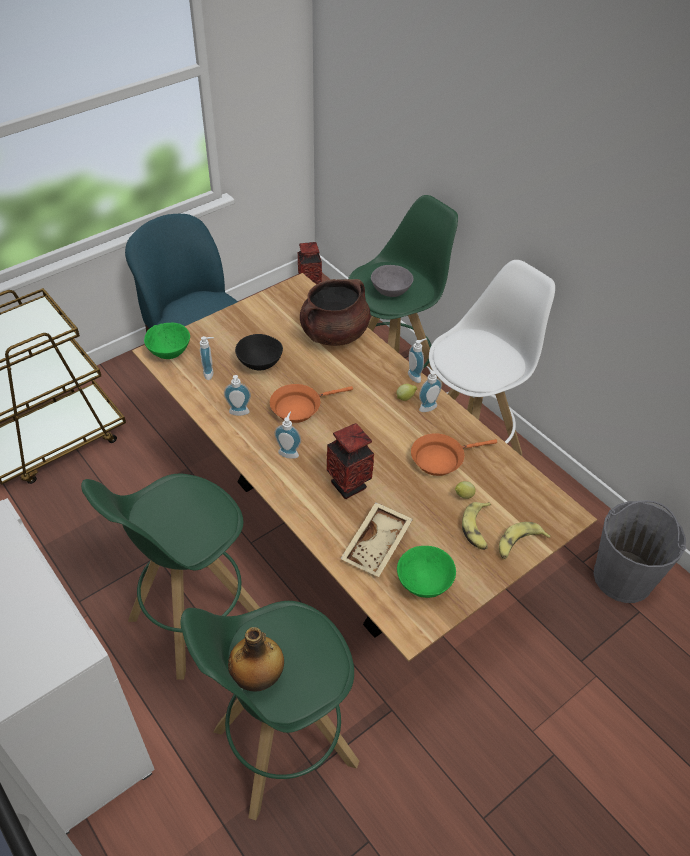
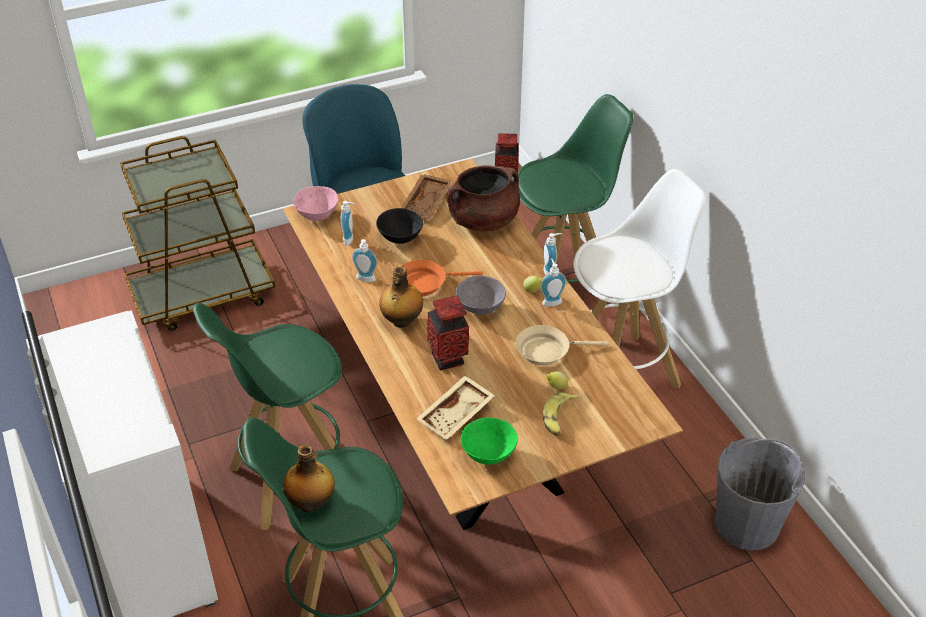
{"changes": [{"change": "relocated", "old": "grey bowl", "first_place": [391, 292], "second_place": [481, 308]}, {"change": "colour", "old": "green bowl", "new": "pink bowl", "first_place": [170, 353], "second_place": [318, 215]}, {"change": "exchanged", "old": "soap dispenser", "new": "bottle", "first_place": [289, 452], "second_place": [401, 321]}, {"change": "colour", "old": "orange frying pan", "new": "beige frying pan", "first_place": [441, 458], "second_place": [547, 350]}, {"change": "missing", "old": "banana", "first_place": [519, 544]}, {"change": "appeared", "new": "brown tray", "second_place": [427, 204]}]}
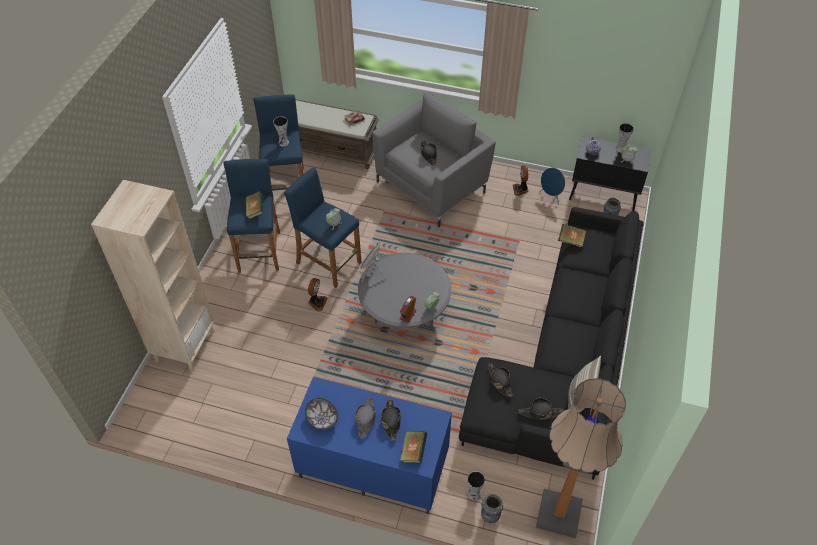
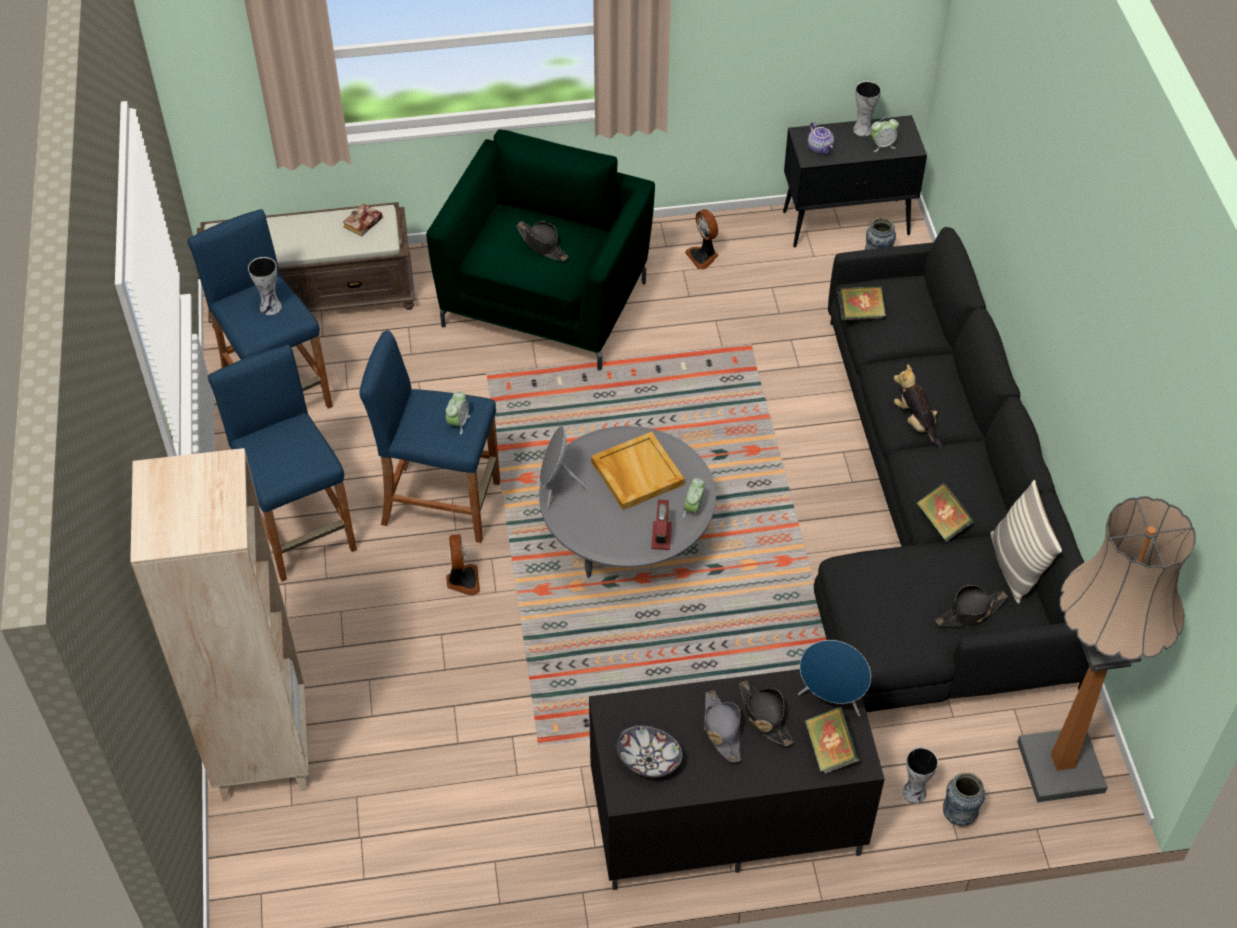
{"changes": [{"change": "colour", "old": "grey armchair", "new": "green armchair", "first_place": [432, 186], "second_place": [547, 301]}, {"change": "relocated", "old": "blue speaker", "first_place": [550, 197], "second_place": [831, 699]}, {"change": "relocated", "old": "book", "first_place": [255, 210], "second_place": [942, 522]}, {"change": "missing", "old": "black hat", "first_place": [499, 381]}, {"change": "colour", "old": "blue tv stand", "new": "black tv stand", "first_place": [371, 467], "second_place": [724, 820]}, {"change": "appeared", "new": "plush toy", "second_place": [916, 422]}, {"change": "appeared", "new": "beige tray", "second_place": [636, 473]}]}
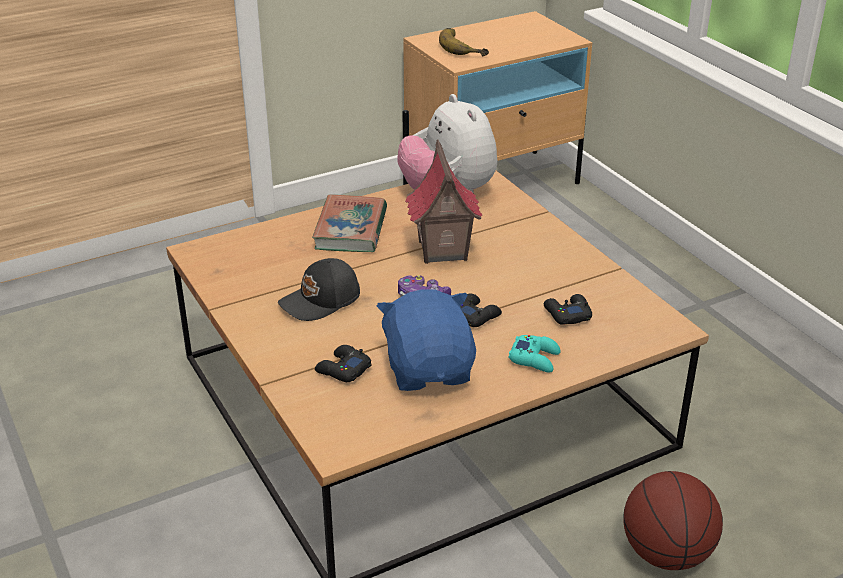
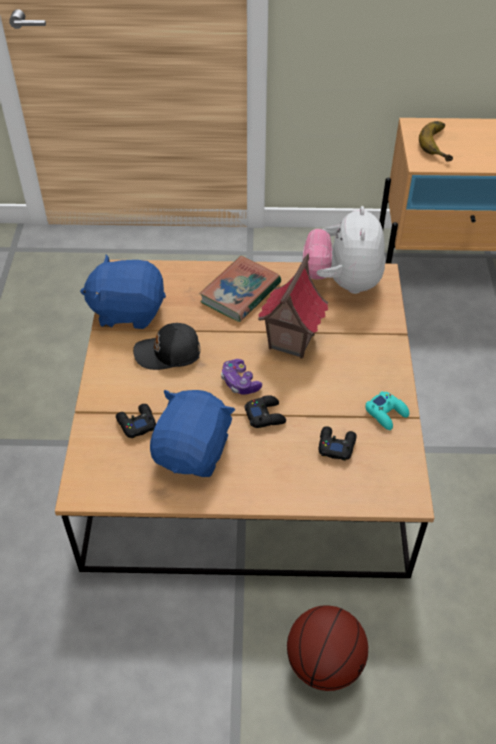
{"changes": [{"change": "relocated", "old": "turquoise game controller", "first_place": [535, 358], "second_place": [386, 413]}, {"change": "appeared", "new": "blue plush toy", "second_place": [128, 311]}]}
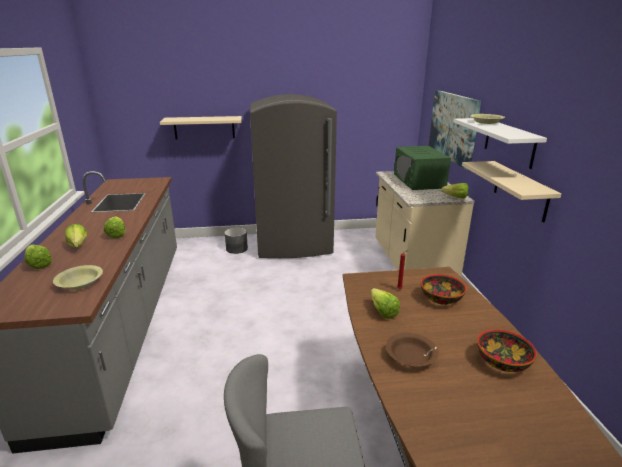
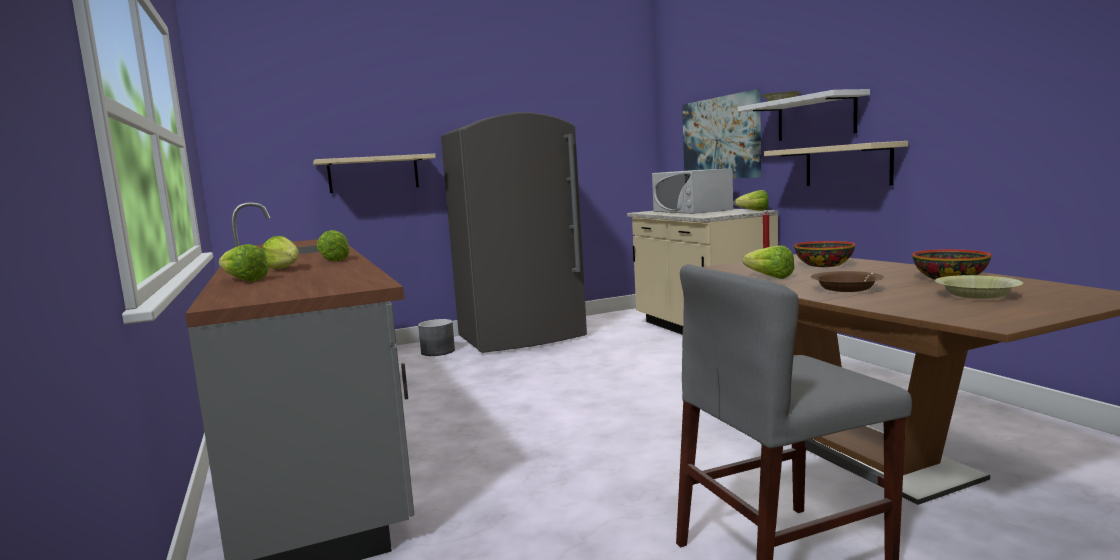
{"changes": [{"change": "colour", "old": "green microwave", "new": "white microwave", "first_place": [419, 181], "second_place": [692, 210]}, {"change": "relocated", "old": "yellow bowl", "first_place": [80, 283], "second_place": [977, 295]}]}
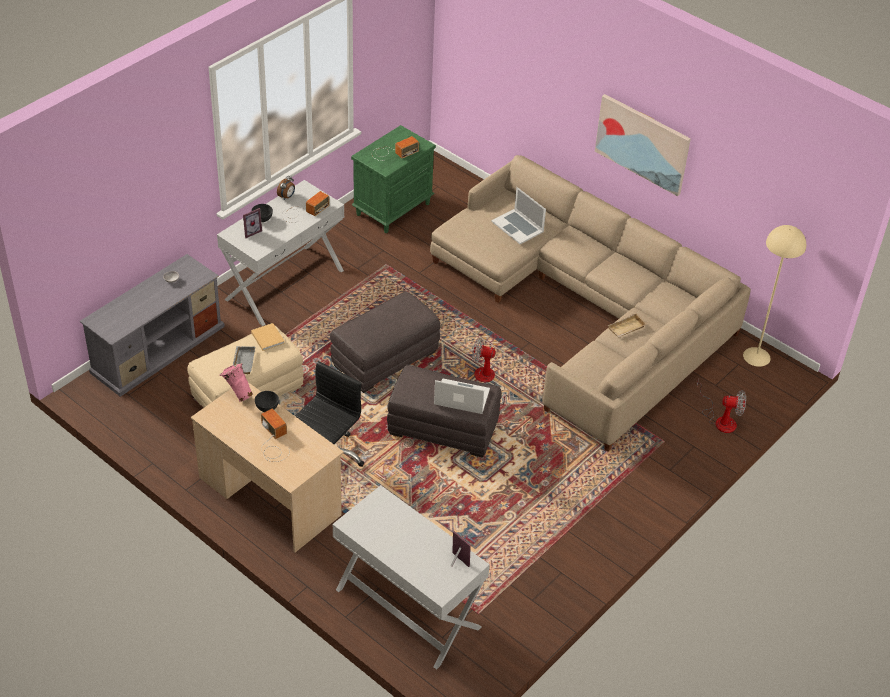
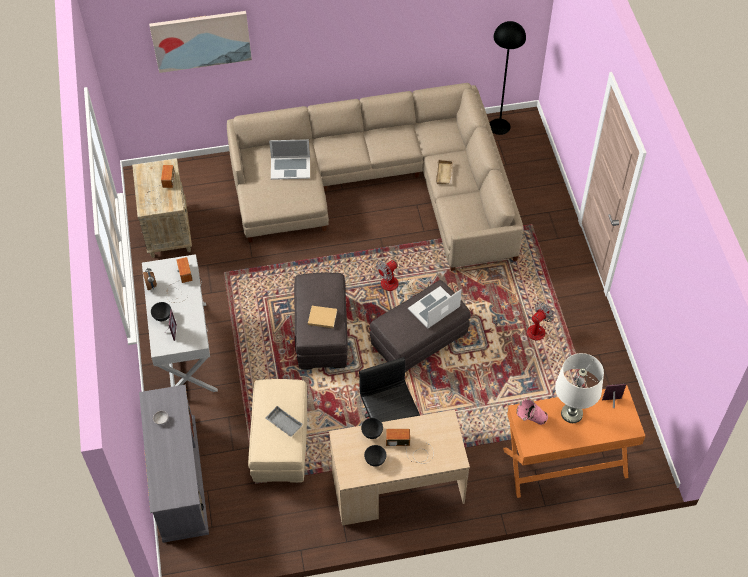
{"changes": [{"change": "relocated", "old": "picture", "first_place": [643, 143], "second_place": [201, 40]}, {"change": "colour", "old": "green nightstand", "new": "beige nightstand", "first_place": [393, 208], "second_place": [167, 230]}, {"change": "colour", "old": "beige floor lamp", "new": "black floor lamp", "first_place": [757, 356], "second_place": [499, 126]}, {"change": "relocated", "old": "beige book", "first_place": [267, 337], "second_place": [321, 317]}, {"change": "relocated", "old": "pink vase", "first_place": [237, 394], "second_place": [530, 422]}, {"change": "relocated", "old": "fan", "first_place": [720, 419], "second_place": [528, 332]}, {"change": "colour", "old": "white console table", "new": "orange console table", "first_place": [407, 608], "second_place": [565, 463]}, {"change": "appeared", "new": "white table lamp", "second_place": [571, 413]}, {"change": "appeared", "new": "grey bowl", "second_place": [375, 460]}]}
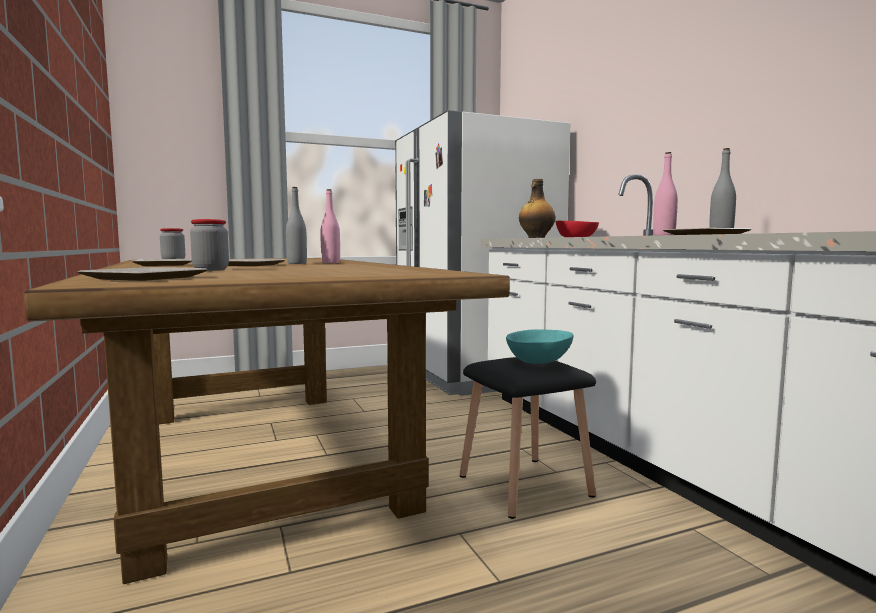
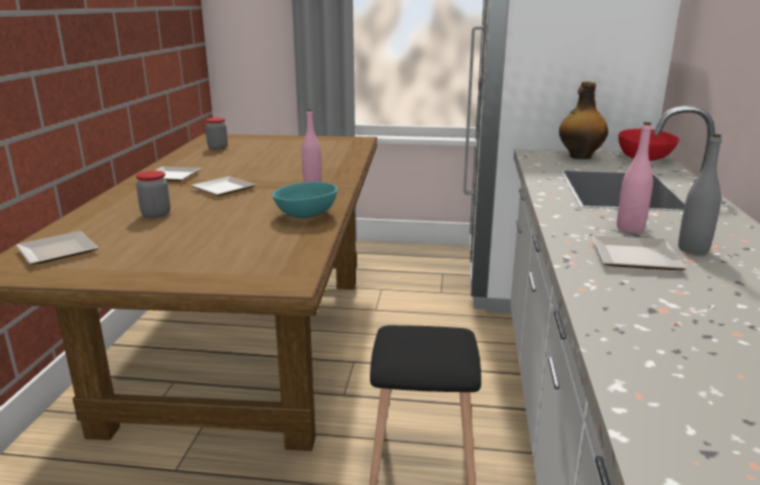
{"changes": [{"change": "missing", "old": "grey bottle", "first_place": [297, 263]}, {"change": "relocated", "old": "turquoise bowl", "first_place": [539, 361], "second_place": [307, 215]}]}
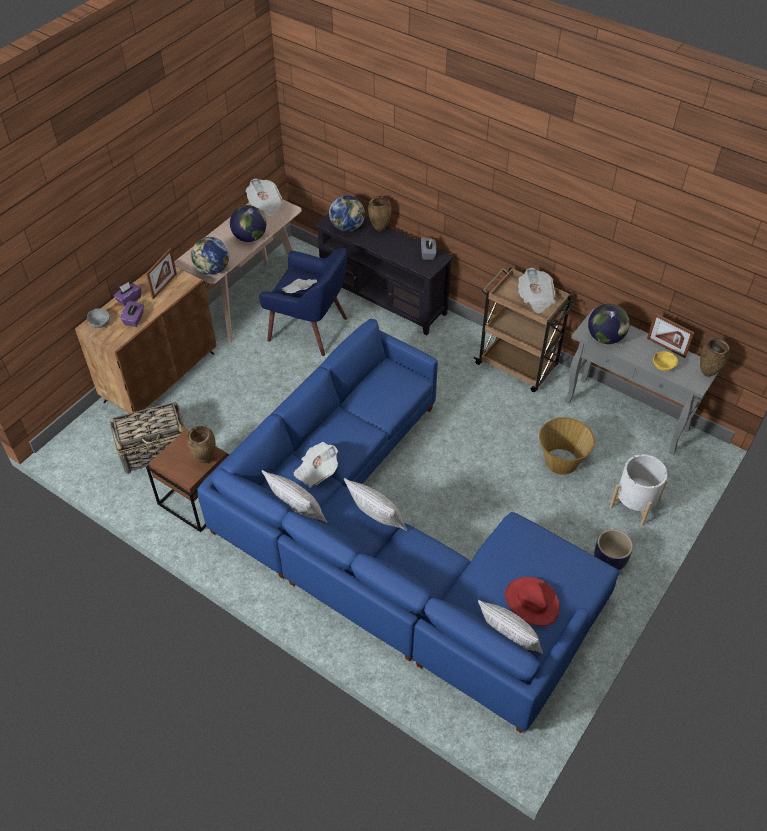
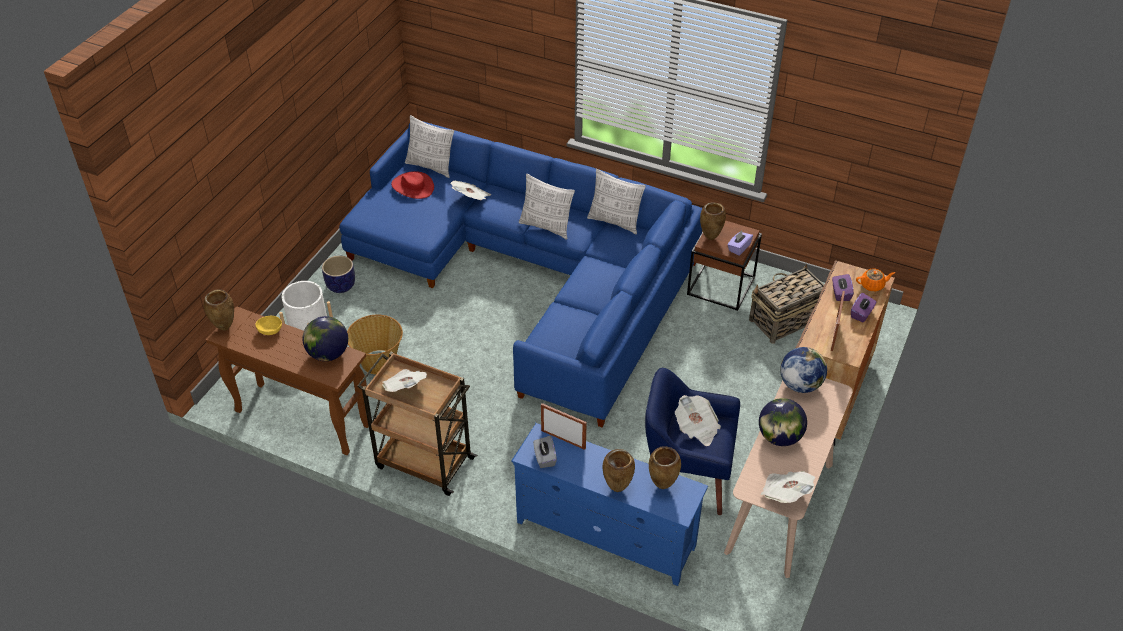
{"changes": [{"change": "exchanged", "old": "globe", "new": "brown vase", "first_place": [347, 227], "second_place": [662, 486]}, {"change": "colour", "old": "black tv stand", "new": "blue tv stand", "first_place": [383, 298], "second_place": [605, 535]}, {"change": "exchanged", "old": "grey bowl", "new": "orange teapot", "first_place": [100, 323], "second_place": [872, 285]}, {"change": "colour", "old": "grey console table", "new": "brown console table", "first_place": [627, 416], "second_place": [301, 418]}, {"change": "relocated", "old": "picture frame", "first_place": [666, 347], "second_place": [563, 439]}, {"change": "relocated", "old": "newspaper", "first_place": [316, 472], "second_place": [471, 198]}, {"change": "appeared", "new": "purple tissue box", "second_place": [738, 248]}]}
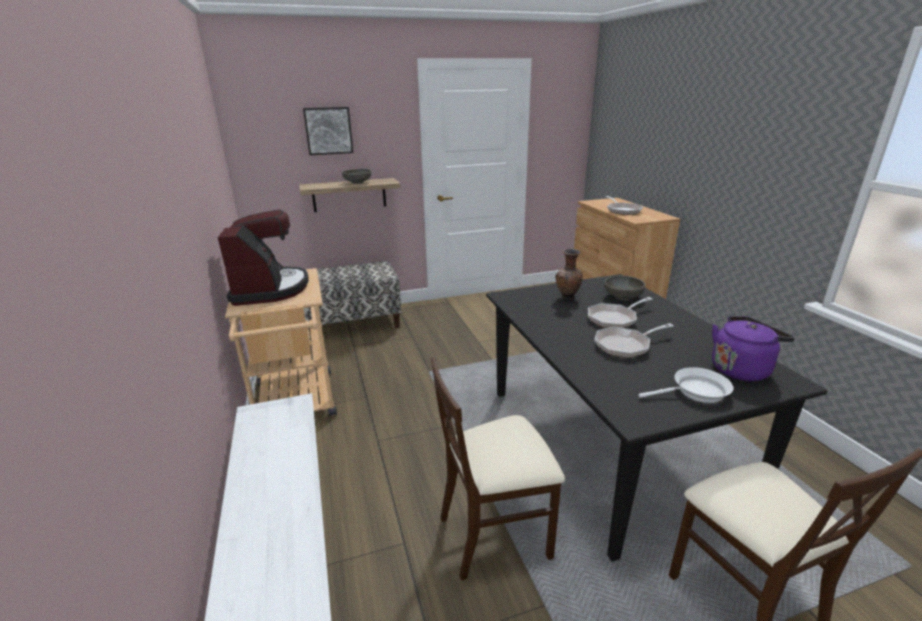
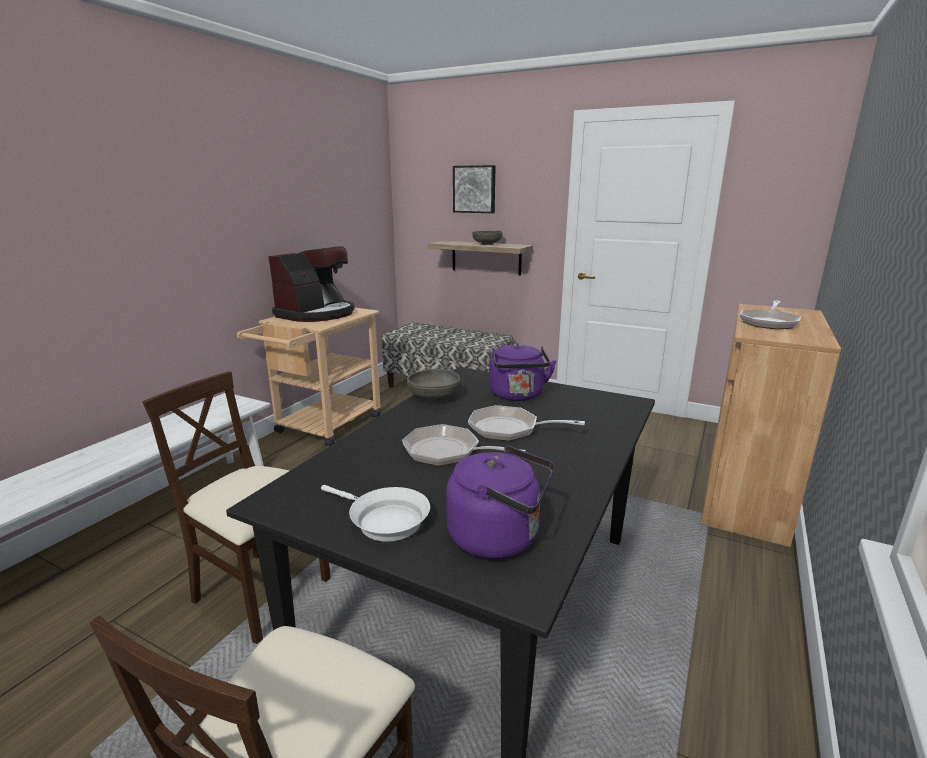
{"changes": [{"change": "exchanged", "old": "brown vase", "new": "purple kettle", "first_place": [567, 298], "second_place": [517, 396]}, {"change": "relocated", "old": "grey bowl", "first_place": [622, 297], "second_place": [434, 397]}]}
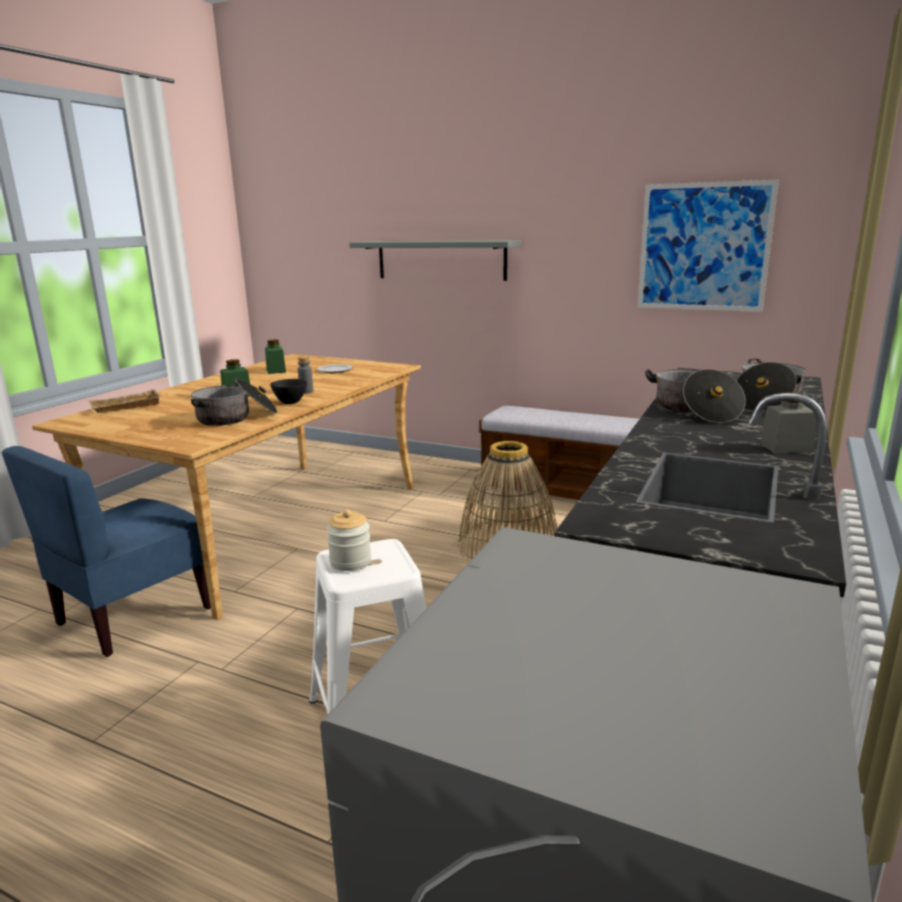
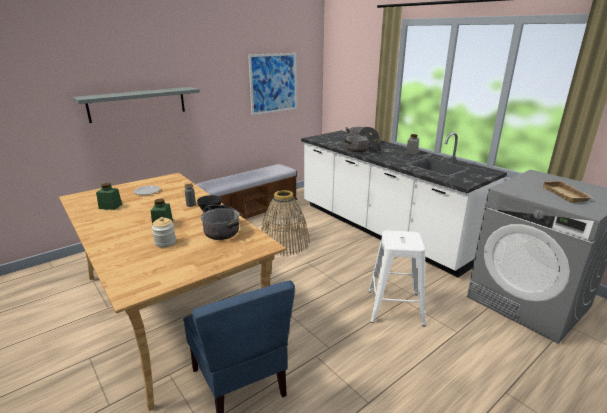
{"changes": [{"change": "relocated", "old": "beige tray", "first_place": [125, 407], "second_place": [566, 194]}, {"change": "relocated", "old": "jar", "first_place": [350, 561], "second_place": [165, 242]}]}
